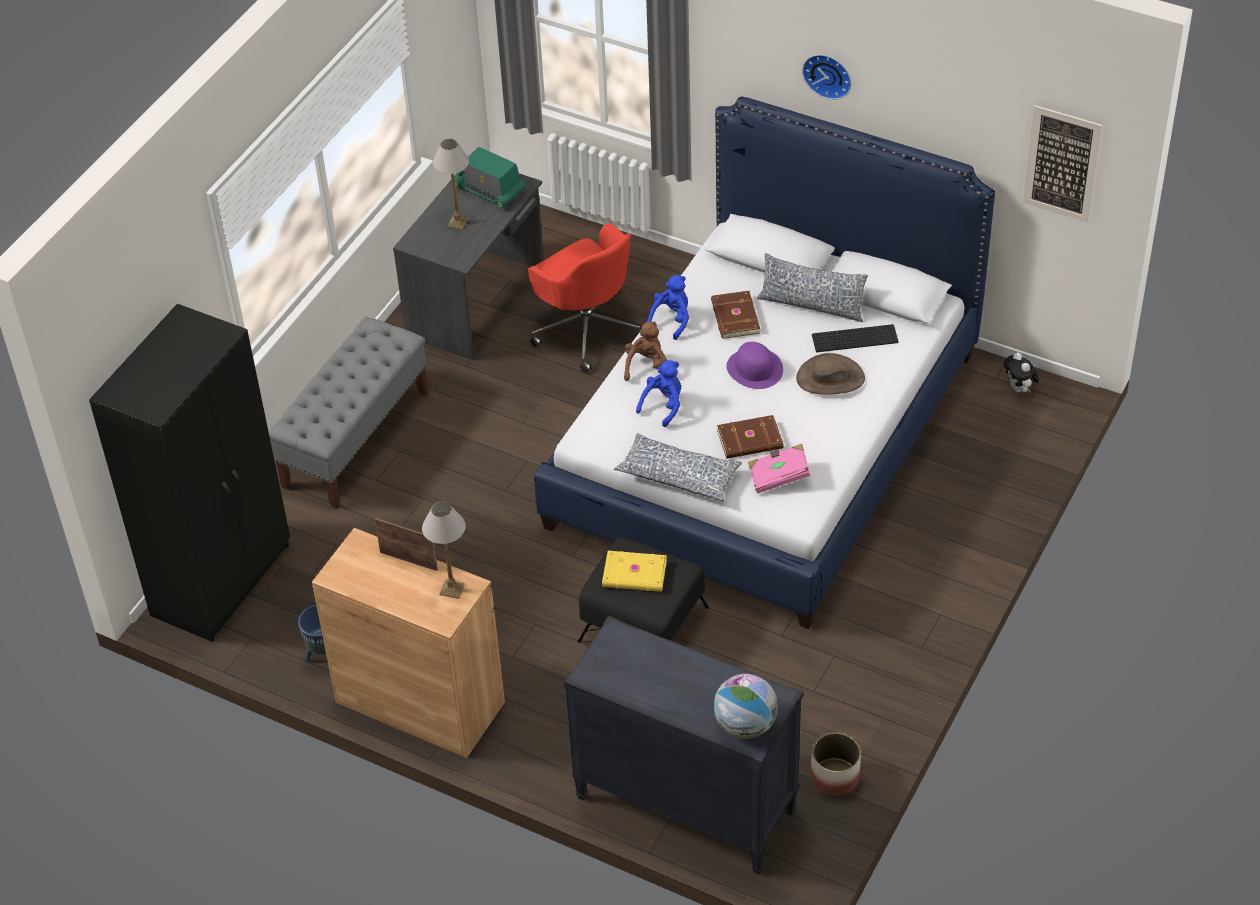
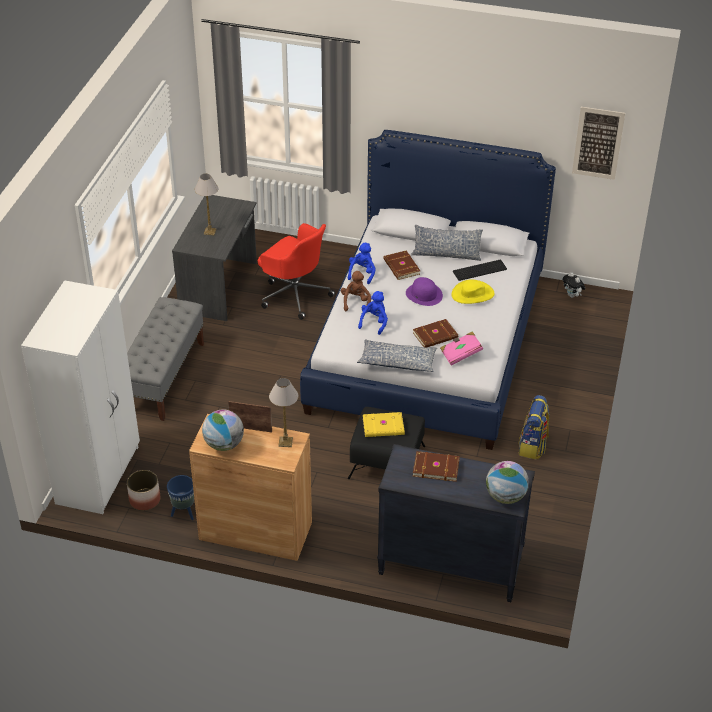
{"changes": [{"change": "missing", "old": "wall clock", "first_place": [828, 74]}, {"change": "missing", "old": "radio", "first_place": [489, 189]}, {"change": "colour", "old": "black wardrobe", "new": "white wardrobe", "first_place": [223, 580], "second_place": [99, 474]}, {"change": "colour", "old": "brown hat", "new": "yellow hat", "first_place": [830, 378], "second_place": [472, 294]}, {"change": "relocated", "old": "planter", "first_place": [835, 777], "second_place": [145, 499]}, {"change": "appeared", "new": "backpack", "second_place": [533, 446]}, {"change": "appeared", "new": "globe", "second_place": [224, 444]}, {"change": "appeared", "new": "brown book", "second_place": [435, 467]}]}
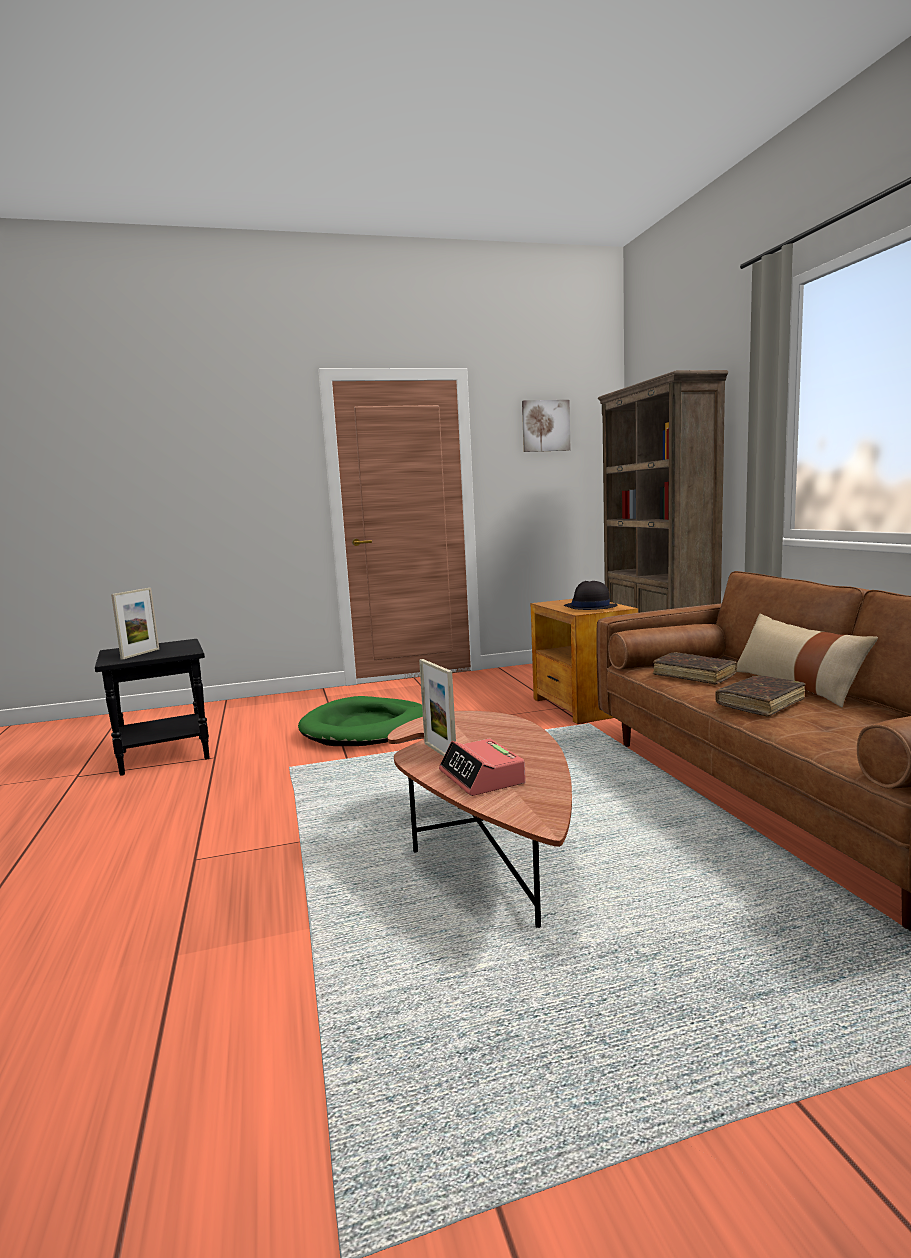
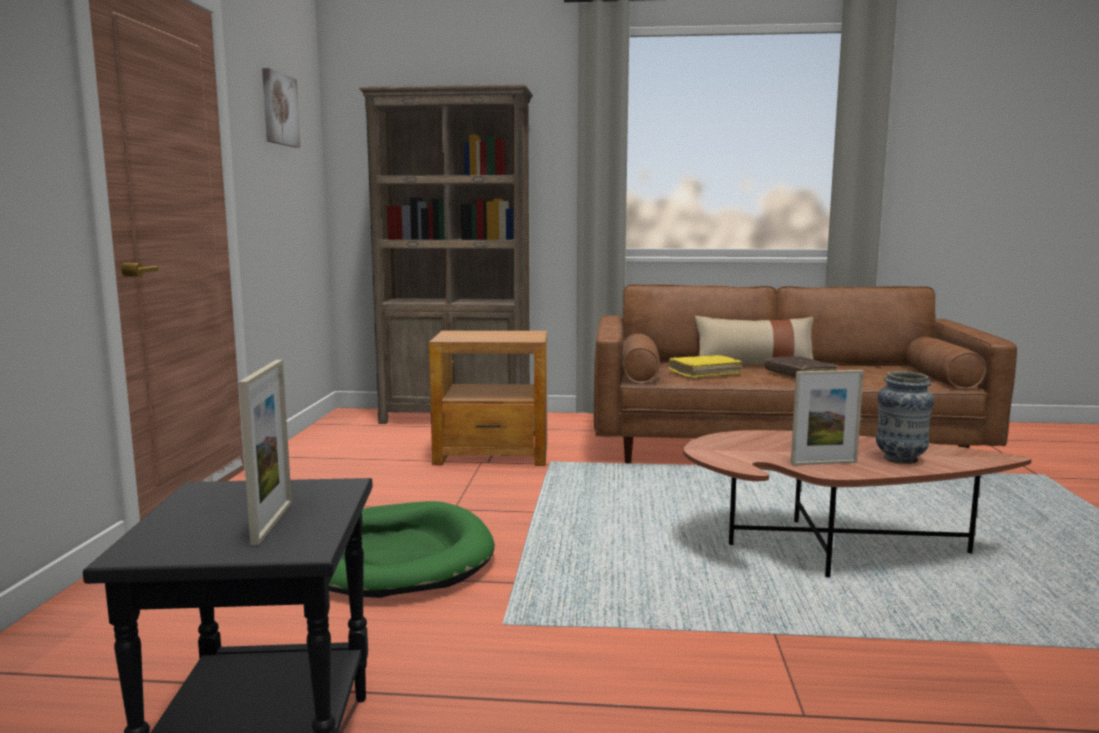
{"changes": [{"change": "missing", "old": "black hat", "first_place": [590, 607]}, {"change": "spun", "old": "picture frame", "first_place": [140, 654], "second_place": [272, 522], "degrees": 45}, {"change": "colour", "old": "brown book", "new": "yellow book", "first_place": [694, 675], "second_place": [704, 373]}, {"change": "exchanged", "old": "alarm clock", "new": "vase", "first_place": [482, 777], "second_place": [900, 459]}]}
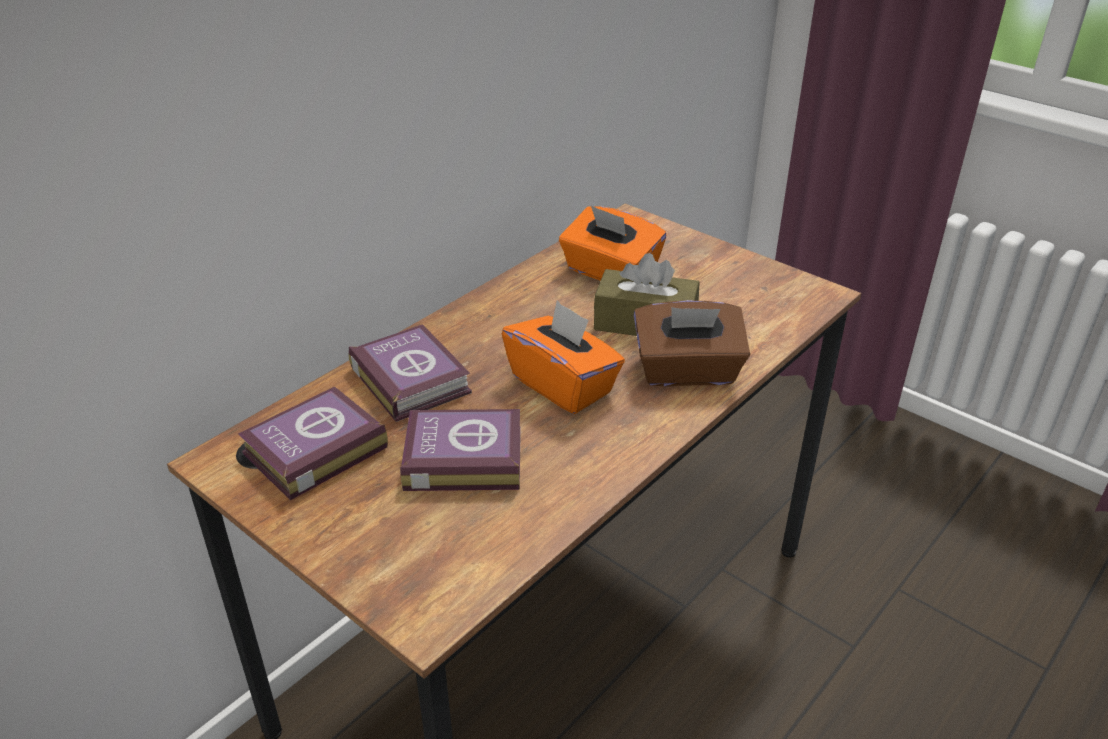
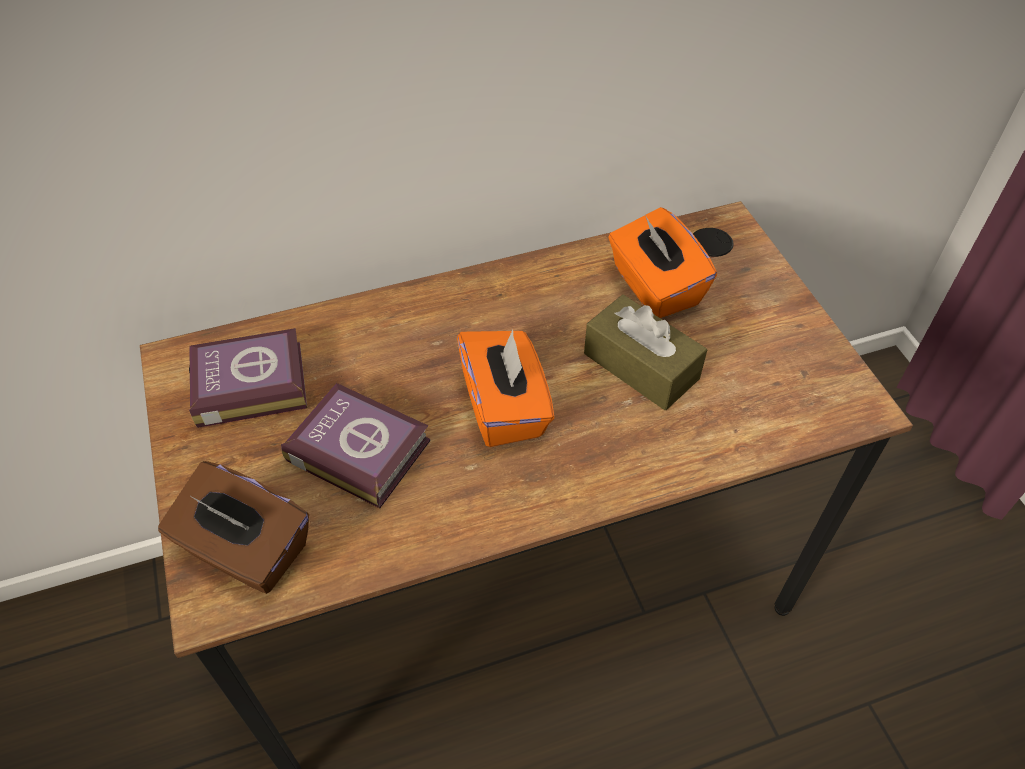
{"changes": [{"change": "relocated", "old": "brown tissue box", "first_place": [687, 372], "second_place": [246, 550]}, {"change": "missing", "old": "book", "first_place": [411, 378]}]}
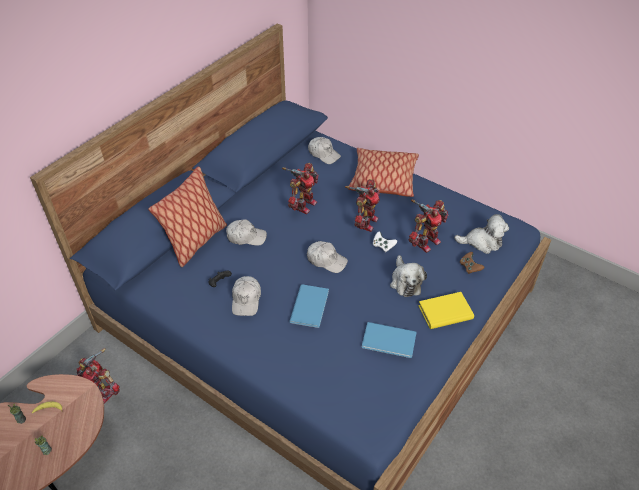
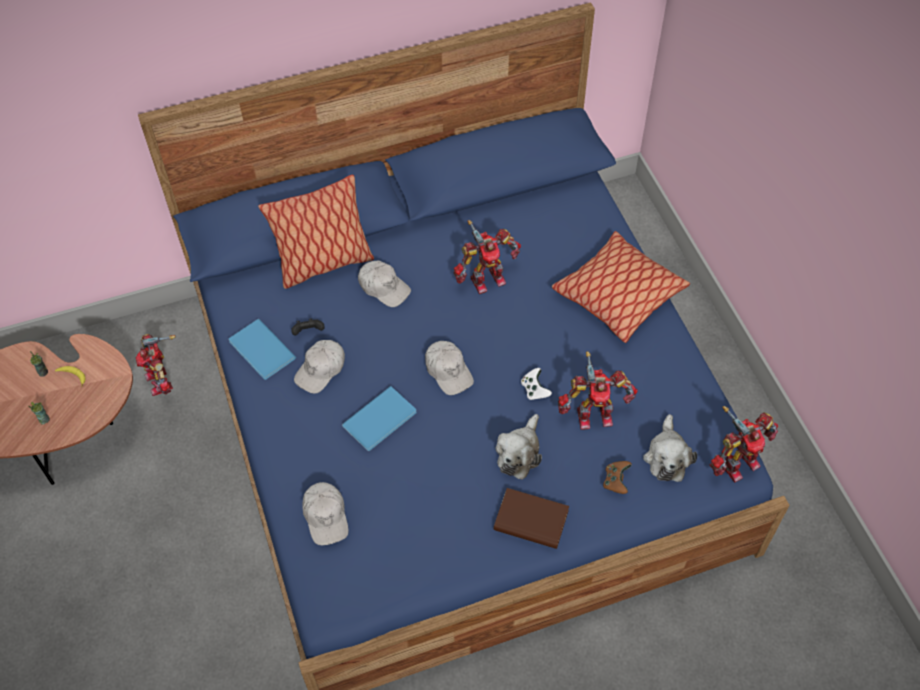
{"changes": [{"change": "relocated", "old": "white cap", "first_place": [324, 154], "second_place": [326, 516]}, {"change": "relocated", "old": "toy robot", "first_place": [365, 222], "second_place": [737, 462]}, {"change": "spun", "old": "plush toy", "first_place": [482, 242], "second_place": [667, 456], "degrees": 60}, {"change": "colour", "old": "yellow book", "new": "brown book", "first_place": [445, 312], "second_place": [531, 520]}, {"change": "relocated", "old": "blue book", "first_place": [390, 341], "second_place": [261, 352]}]}
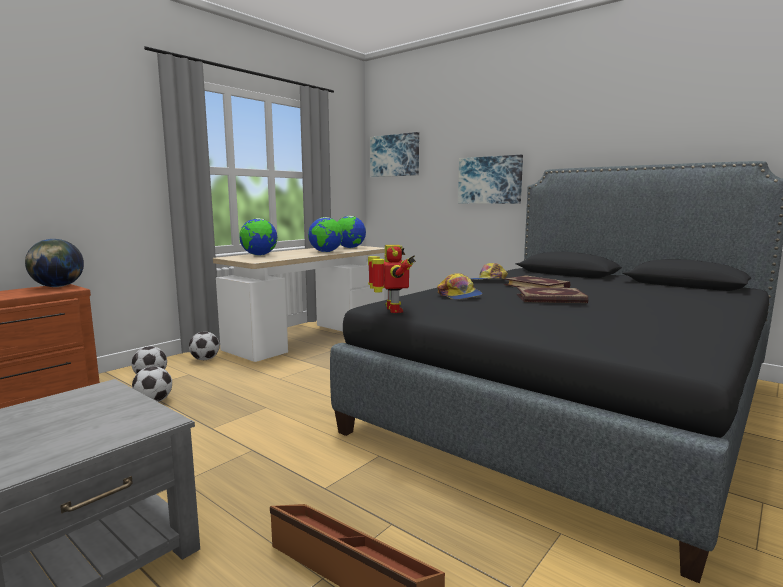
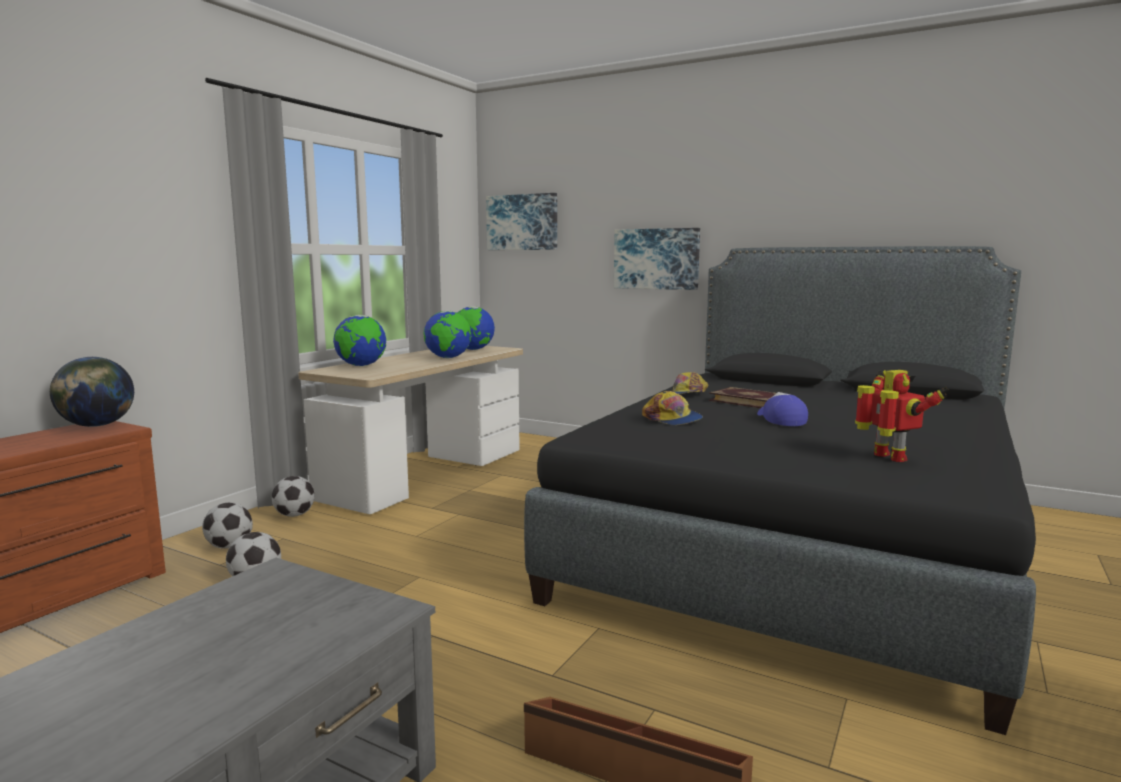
{"changes": [{"change": "relocated", "old": "toy robot", "first_place": [392, 310], "second_place": [888, 458]}, {"change": "exchanged", "old": "book", "new": "cap", "first_place": [550, 299], "second_place": [780, 419]}]}
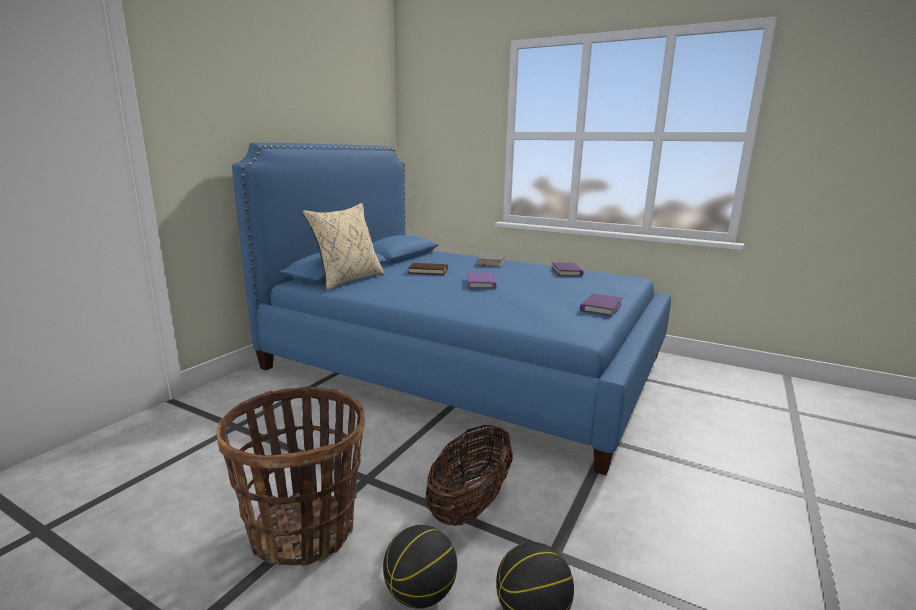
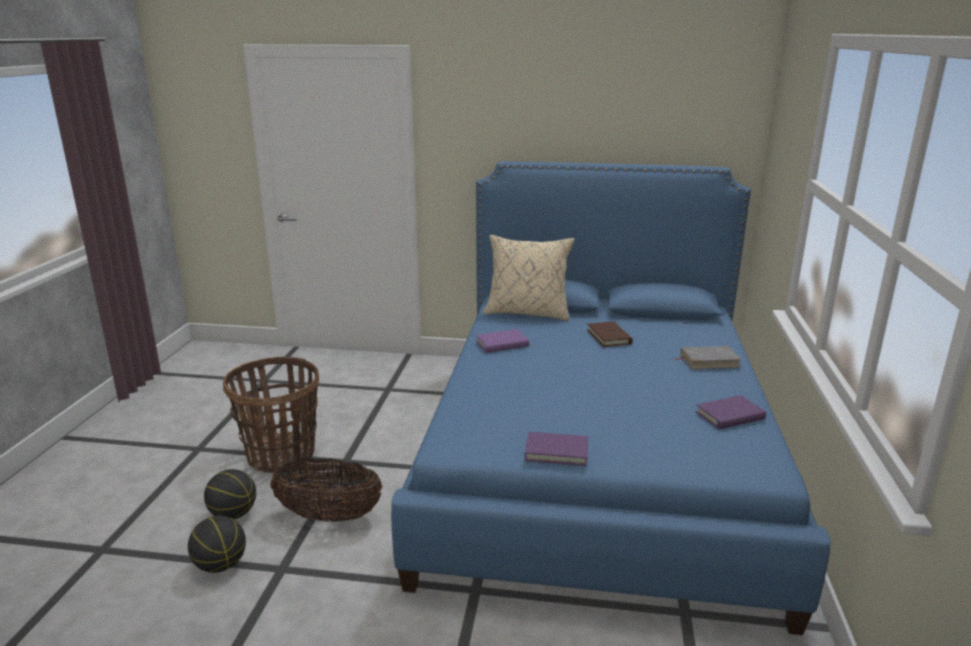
{"changes": [{"change": "relocated", "old": "purple book", "first_place": [481, 283], "second_place": [502, 344]}]}
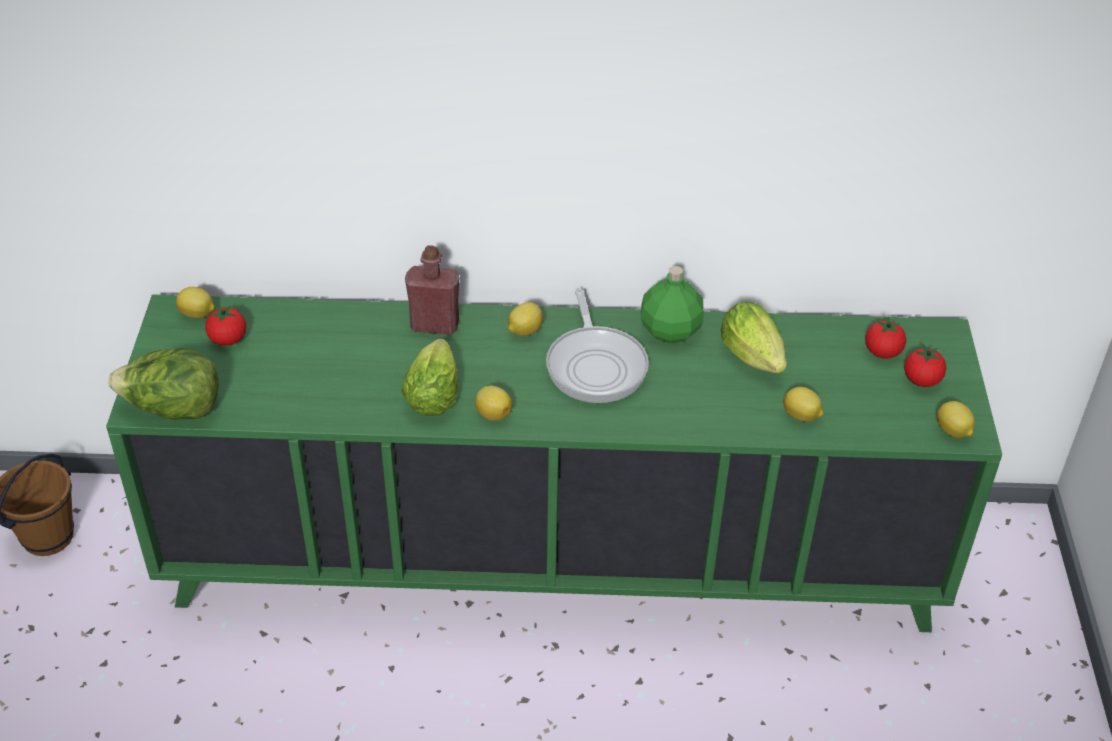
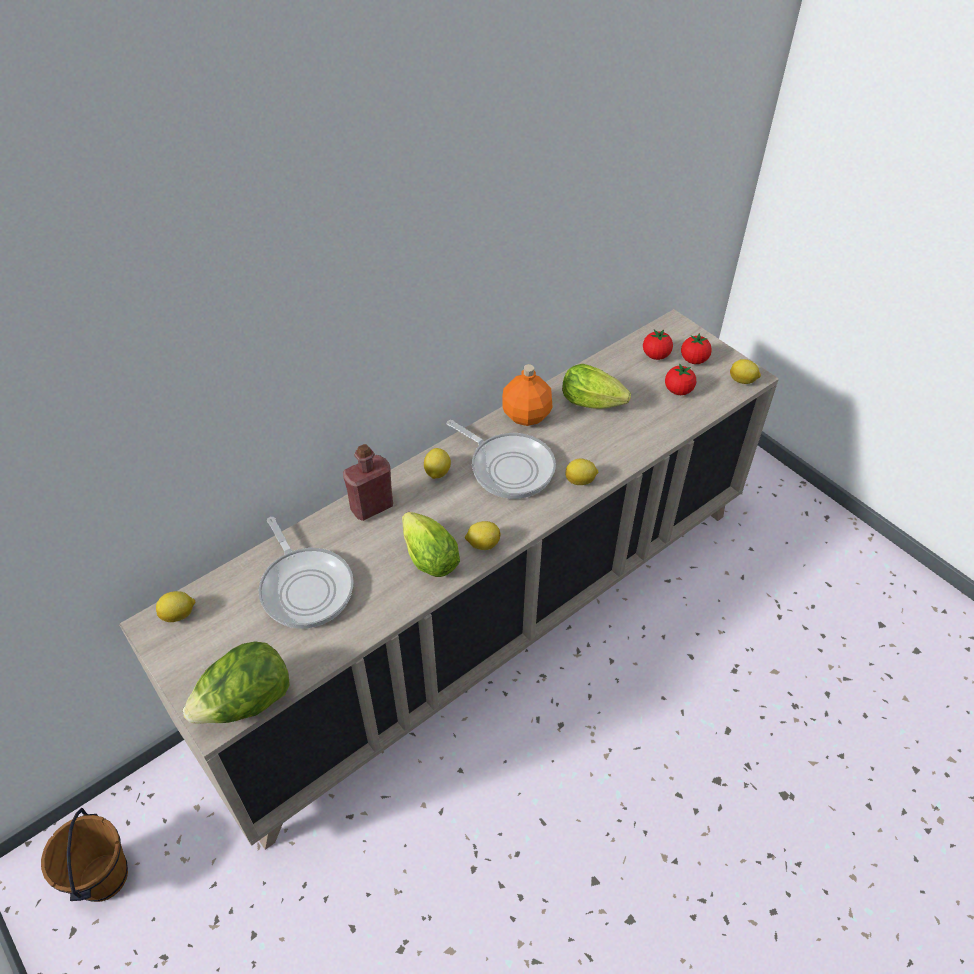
{"changes": [{"change": "colour", "old": "green bottle", "new": "orange bottle", "first_place": [670, 331], "second_place": [527, 416]}, {"change": "colour", "old": "green cabinet", "new": "beige cabinet", "first_place": [552, 560], "second_place": [486, 623]}, {"change": "relocated", "old": "tomato", "first_place": [228, 339], "second_place": [678, 390]}, {"change": "relocated", "old": "lemon", "first_place": [801, 416], "second_place": [580, 481]}, {"change": "appeared", "new": "frying pan", "second_place": [305, 587]}]}
